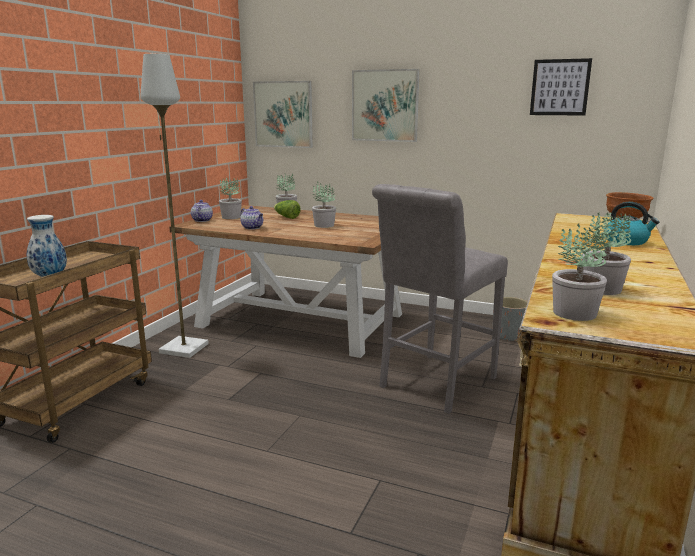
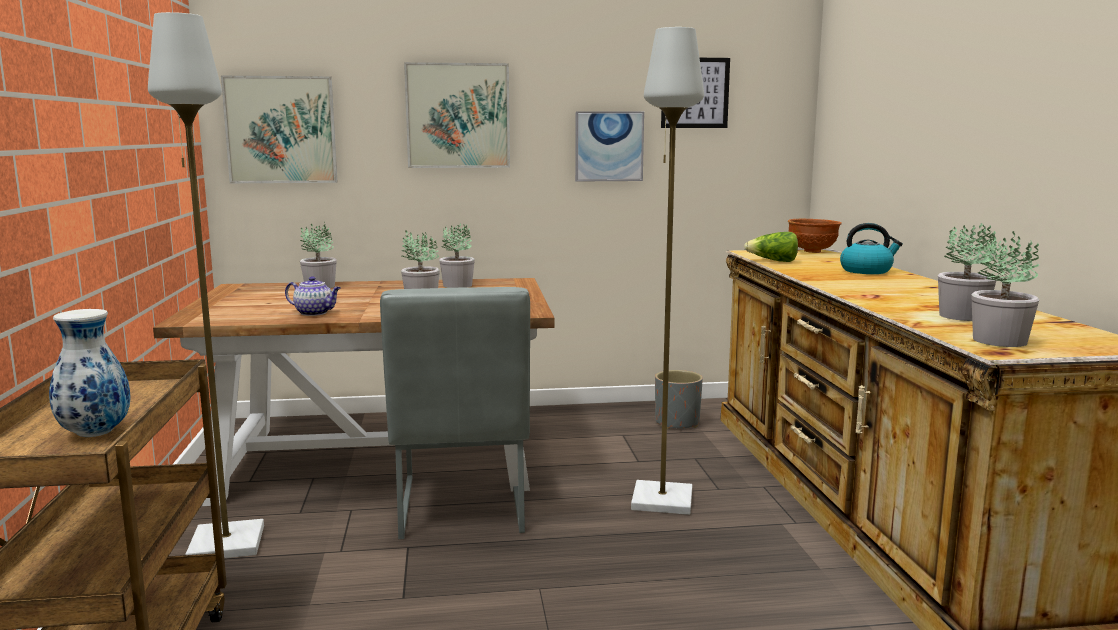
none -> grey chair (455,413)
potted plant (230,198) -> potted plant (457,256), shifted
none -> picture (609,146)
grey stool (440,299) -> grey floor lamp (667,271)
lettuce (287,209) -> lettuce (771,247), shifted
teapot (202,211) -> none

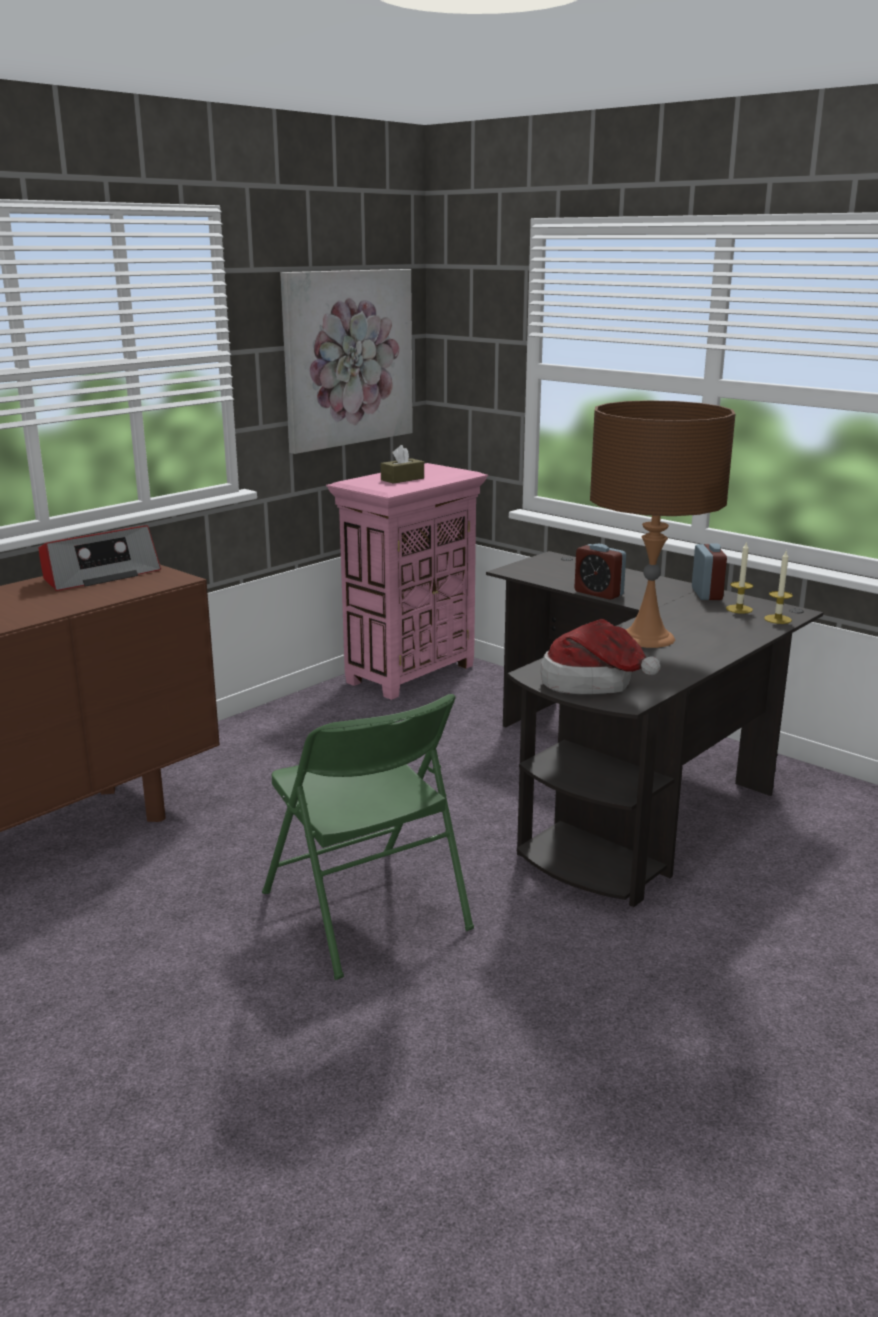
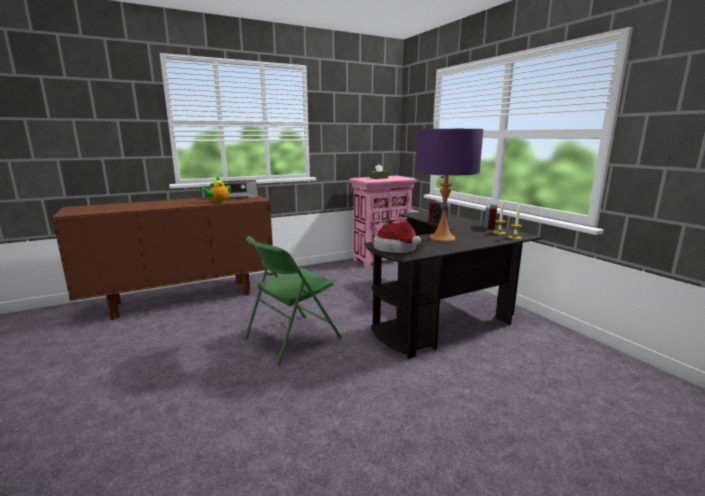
none -> teapot (215,189)
green chair (368,837) -> green chair (293,300), 60 degrees clockwise
brown table lamp (662,524) -> purple table lamp (449,185)
picture (346,361) -> none

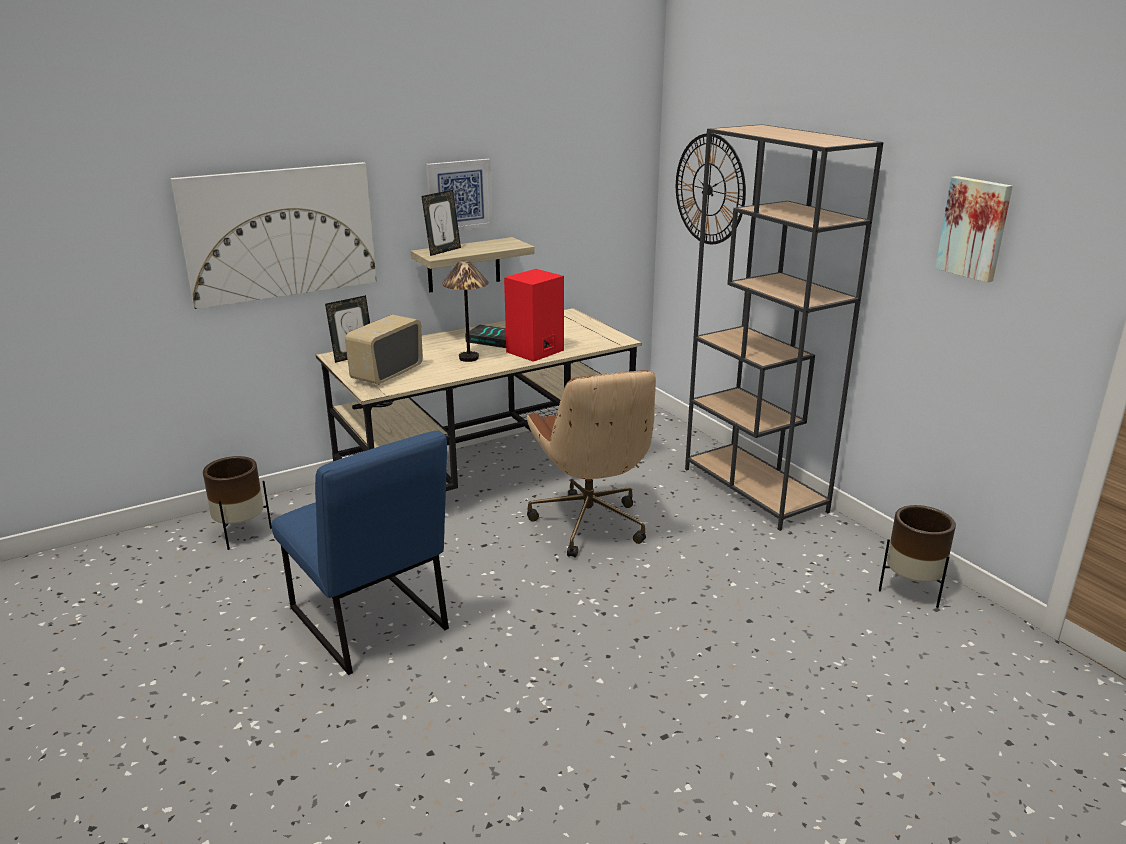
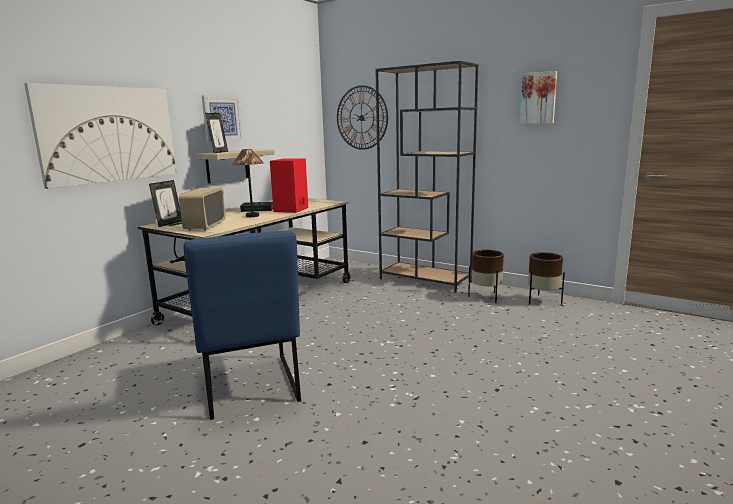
blue chair (360,553) -> blue chair (242,325), 45 degrees clockwise
brown planter (237,503) -> brown planter (486,276), shifted
brown office chair (591,464) -> none

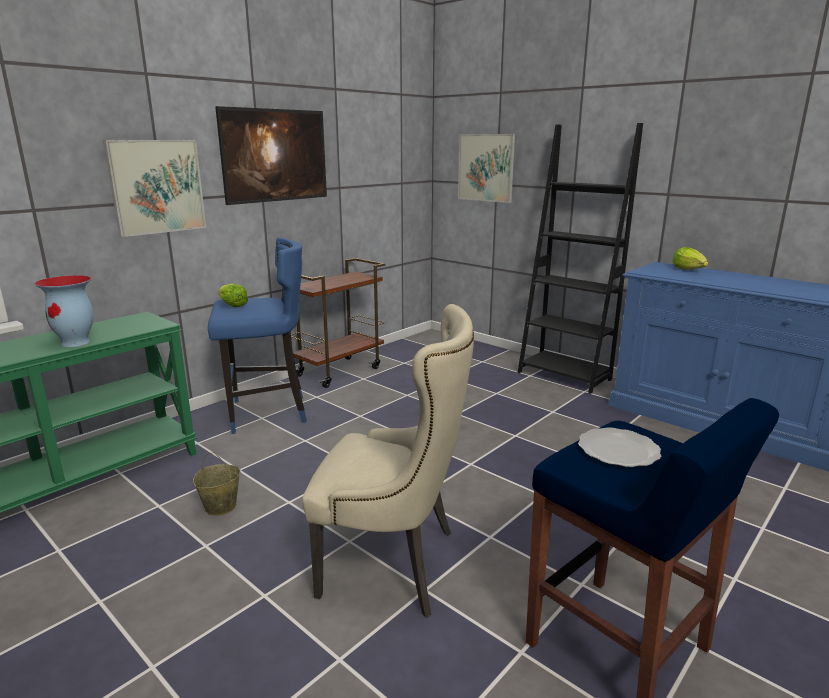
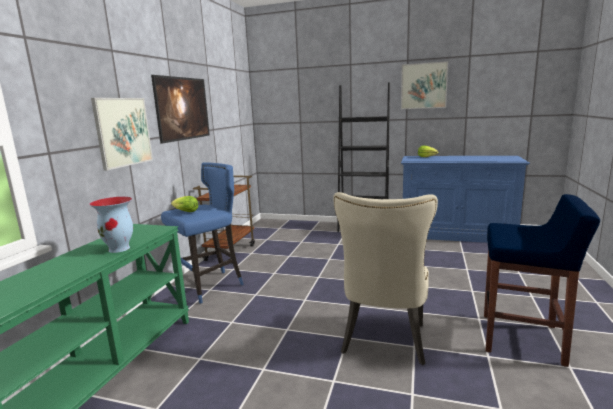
beige chair (388,461) -> beige chair (385,278), 120 degrees clockwise
picture (486,168) -> picture (424,85), shifted
beige bucket (216,484) -> none
plate (619,447) -> none

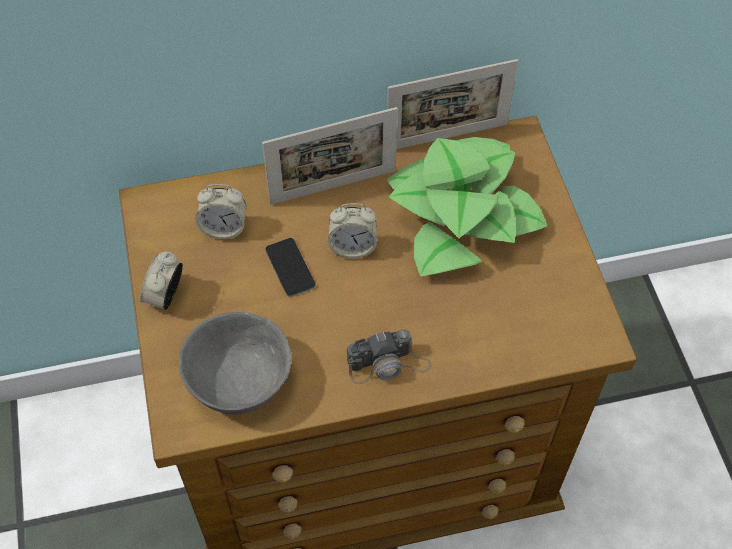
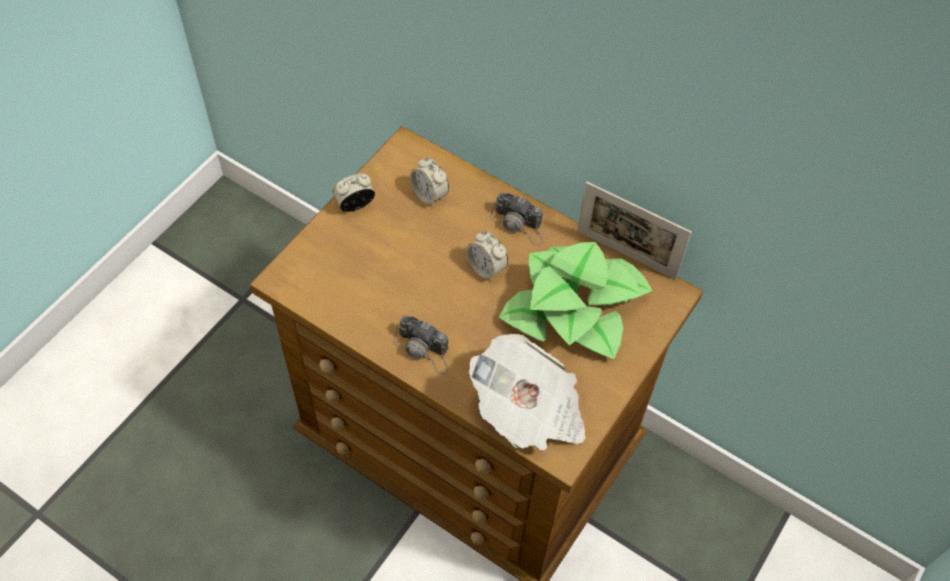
none -> newspaper (527,392)
picture frame (330,156) -> photo camera (516,219)
grey bowl (235,363) -> none
phone (290,267) -> none

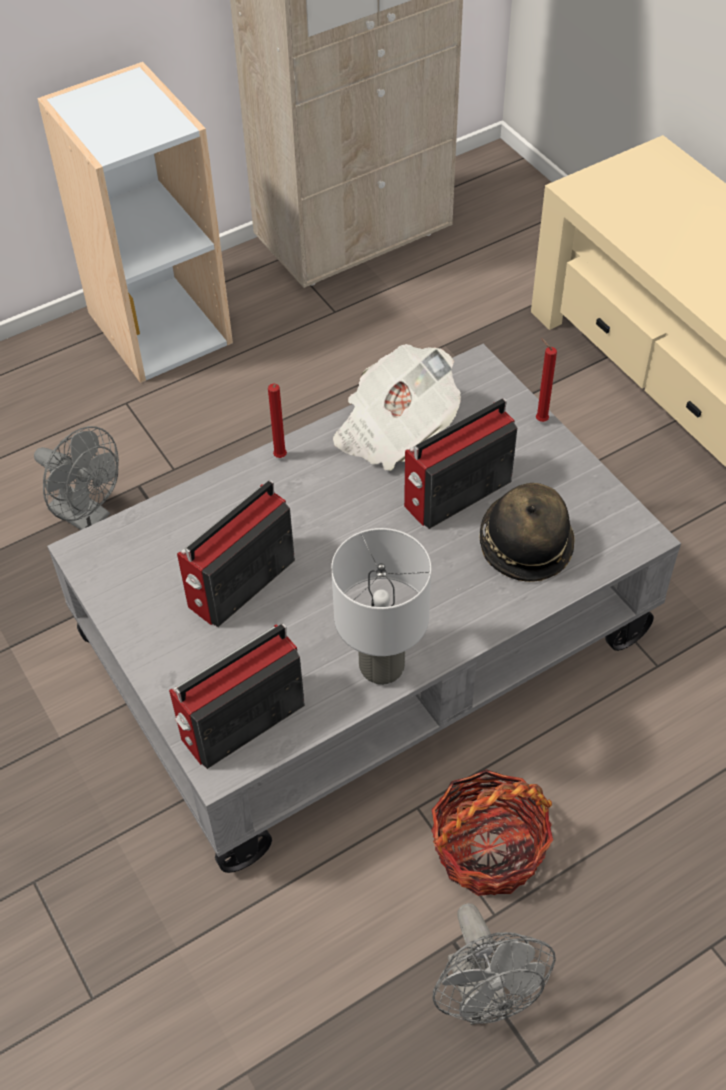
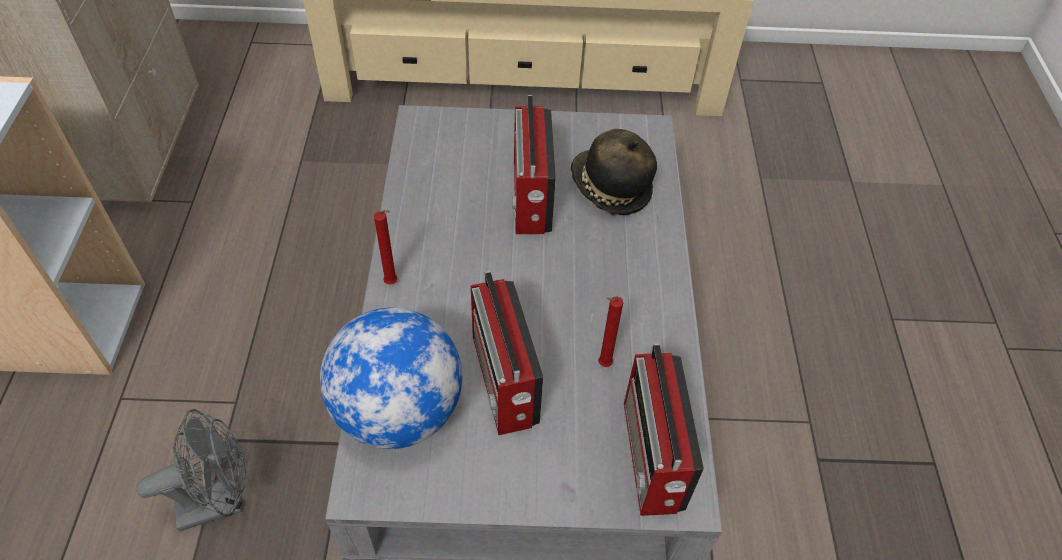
none -> globe (391,378)
red candle (546,380) -> red candle (610,332), shifted
white table lamp (381,606) -> none
newspaper (397,407) -> none
basket (492,833) -> none
grey fan (494,964) -> none

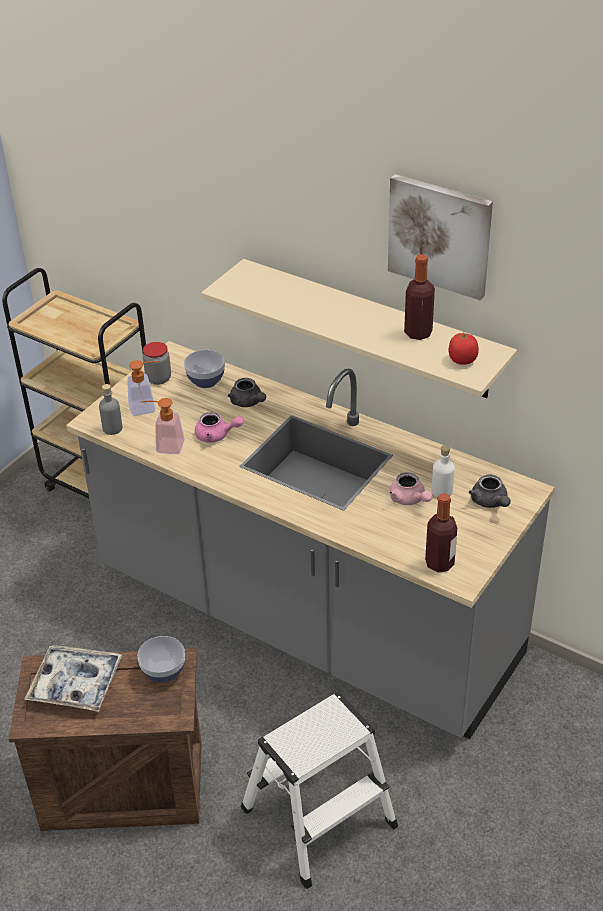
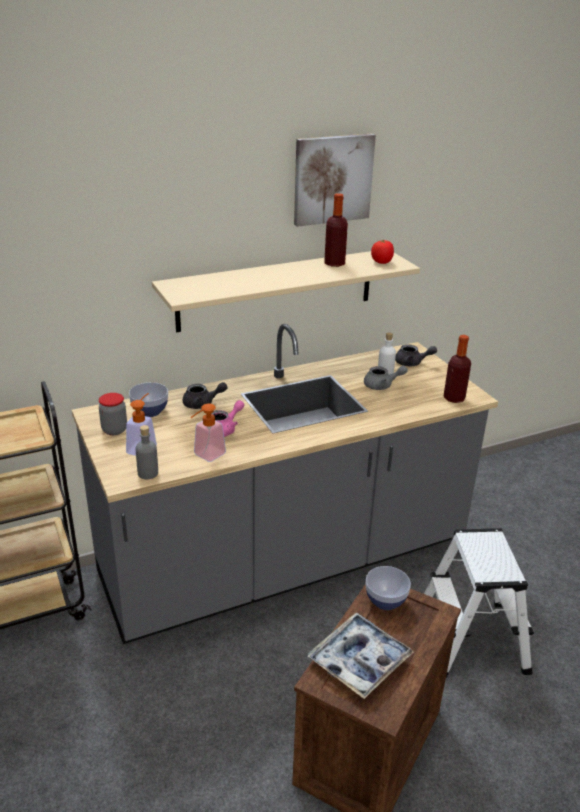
pink teapot (411,488) -> grey teapot (386,378)

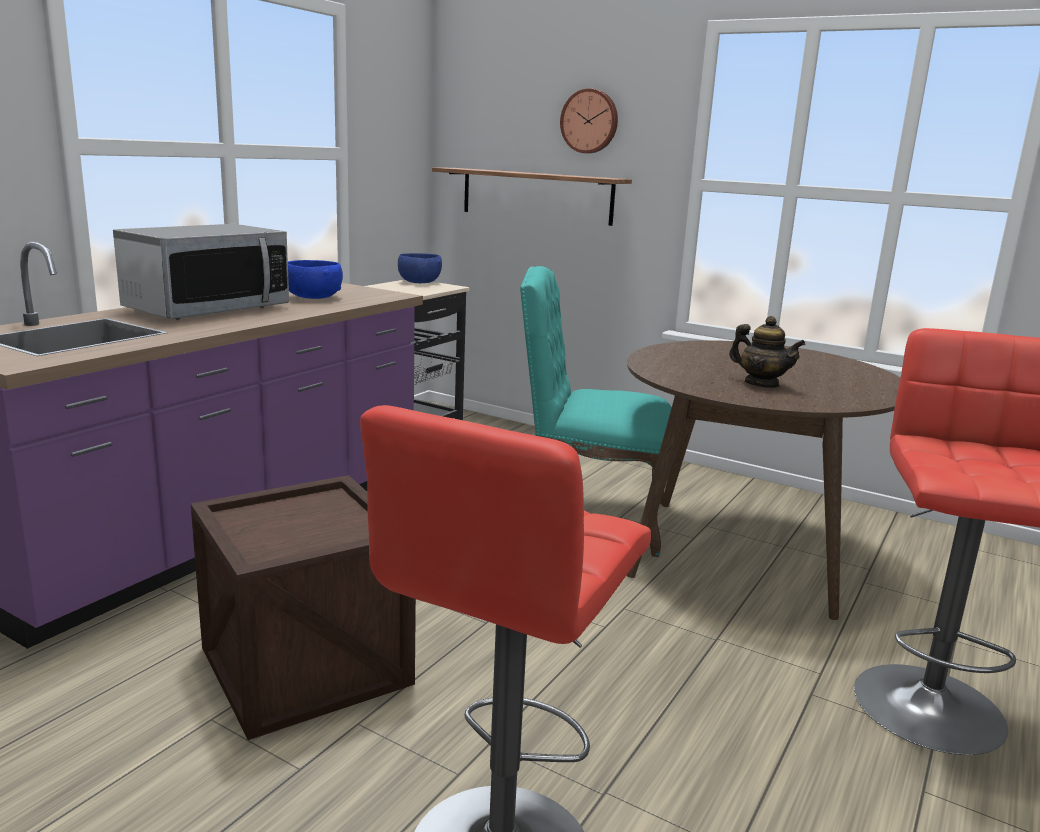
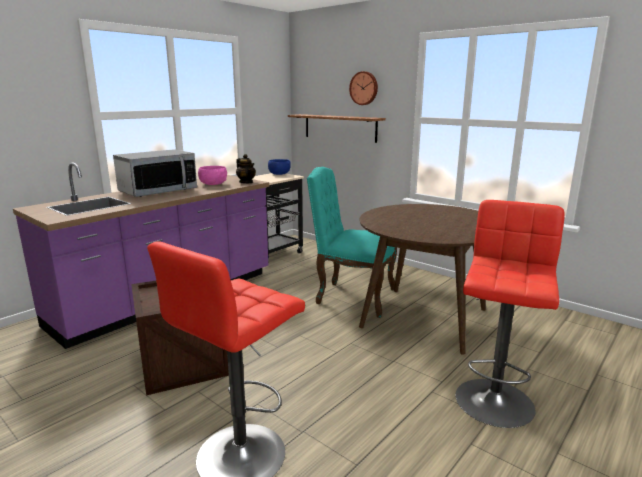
blue bowl (315,279) -> pink bowl (212,175)
teapot (767,352) -> teapot (246,168), shifted

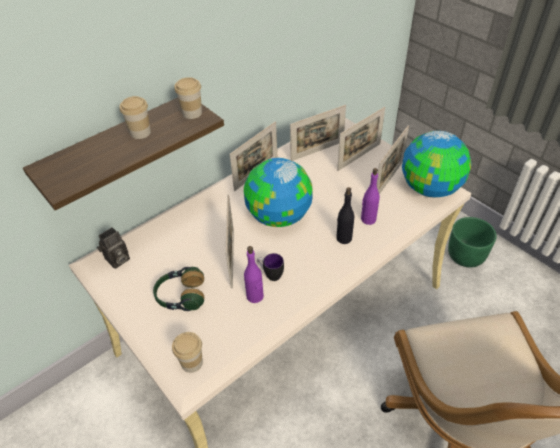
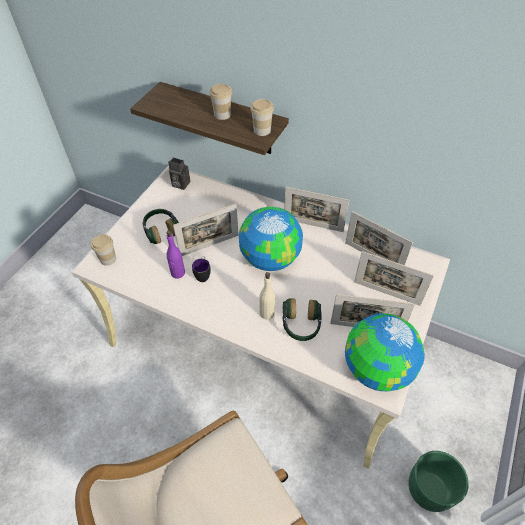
black bottle (345,215) -> beige bottle (267,296)
purple bottle (370,196) -> headphones (302,319)

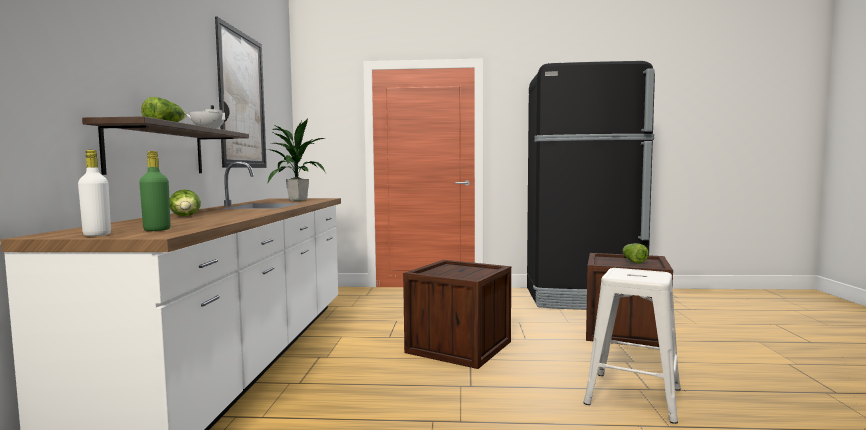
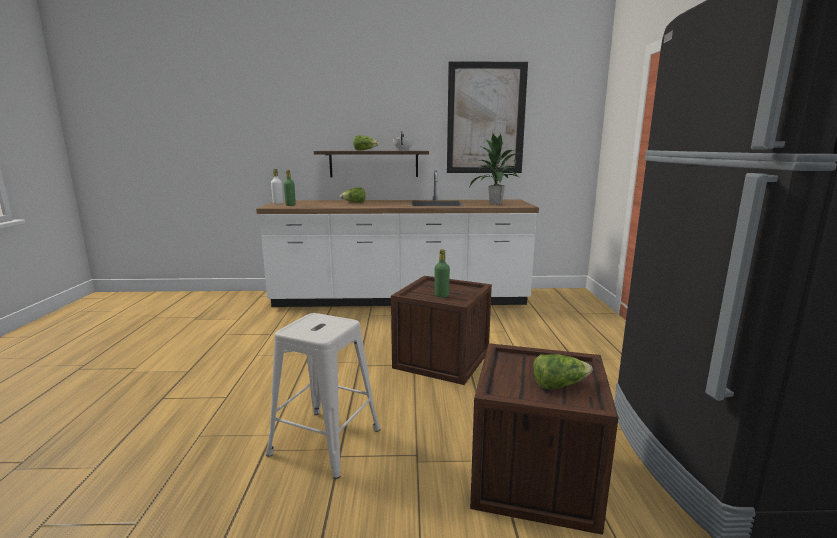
none -> green bottle (442,274)

